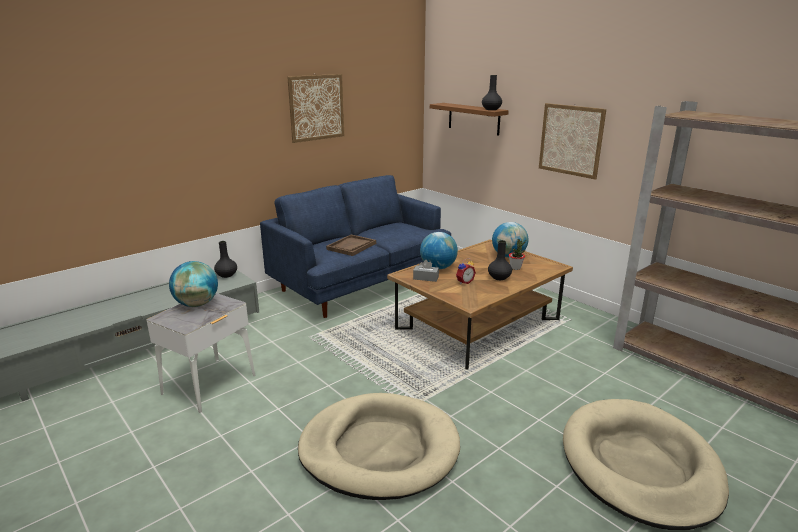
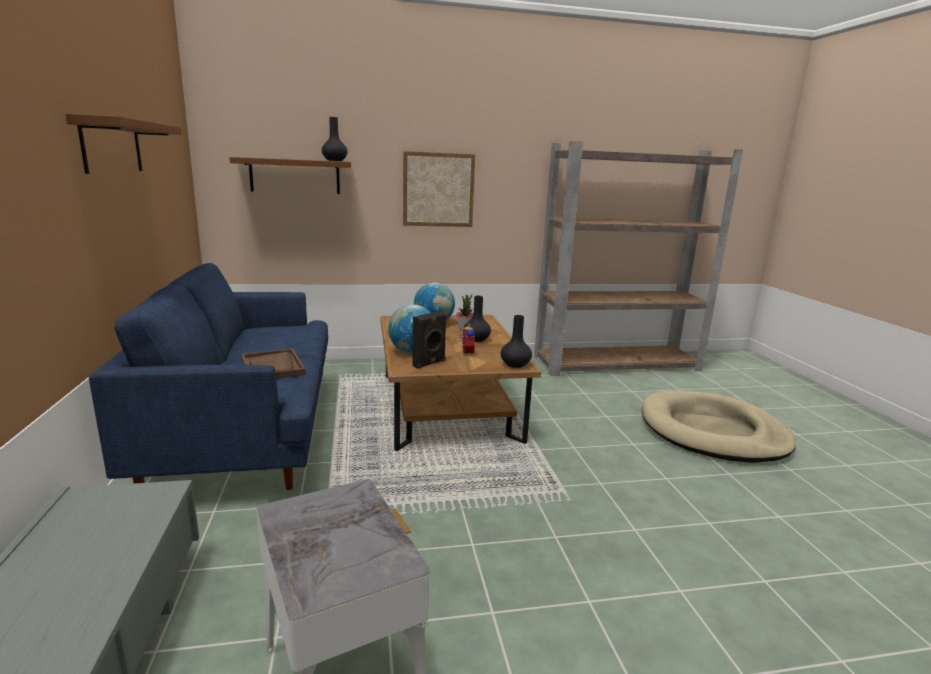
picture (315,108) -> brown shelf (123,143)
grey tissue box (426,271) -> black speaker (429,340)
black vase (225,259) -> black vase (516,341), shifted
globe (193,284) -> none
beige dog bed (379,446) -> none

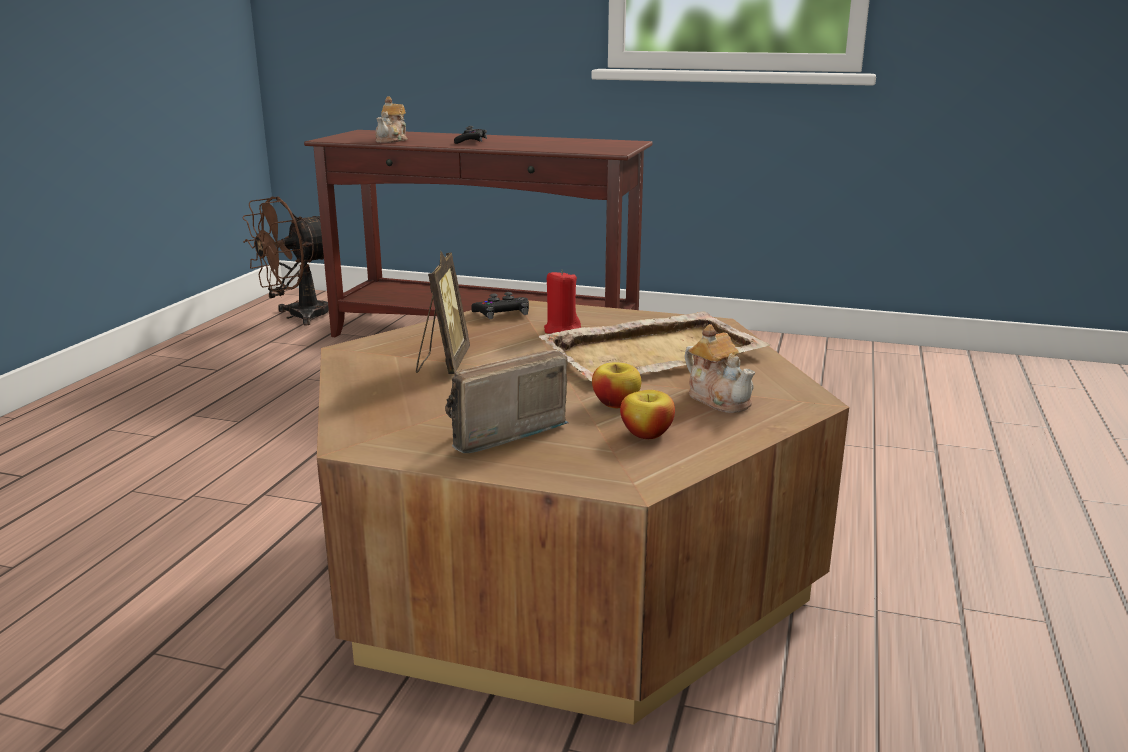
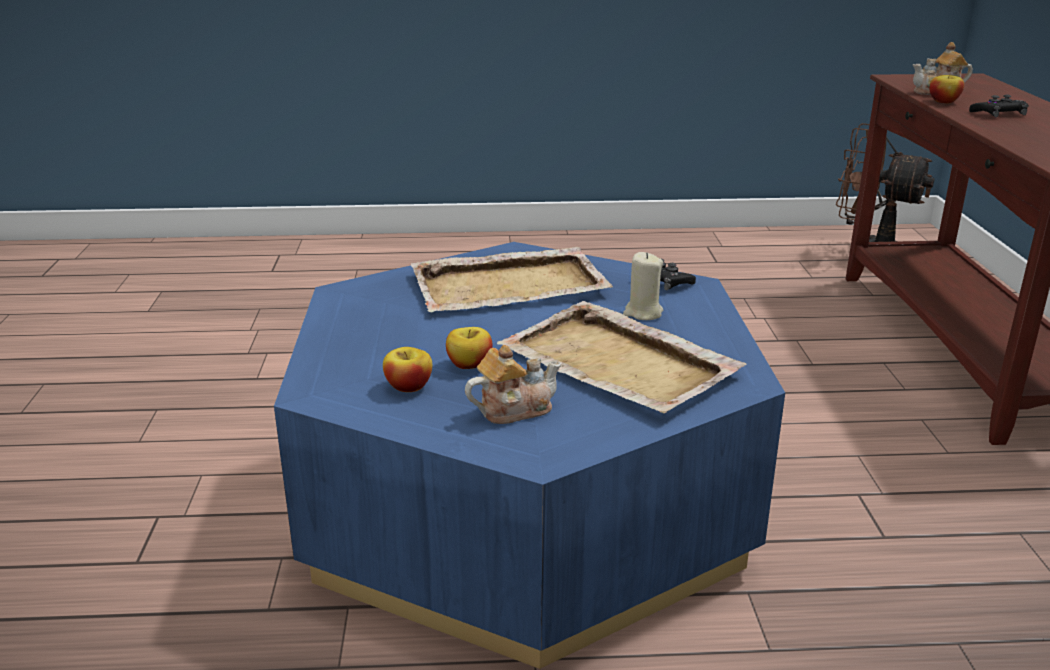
brown coffee table (583,512) -> blue coffee table (529,455)
picture frame (443,312) -> beige tray (511,279)
teapot (720,368) -> teapot (513,384), 150 degrees counterclockwise
red candle (562,301) -> beige candle (643,286)
none -> apple (946,89)
radio (506,401) -> none

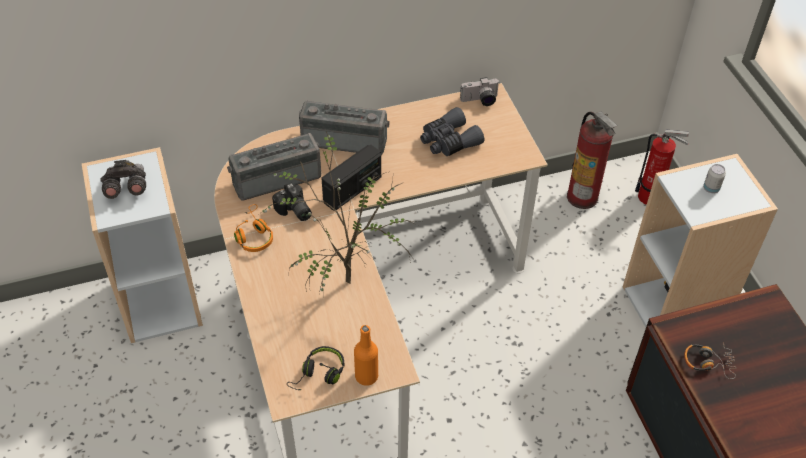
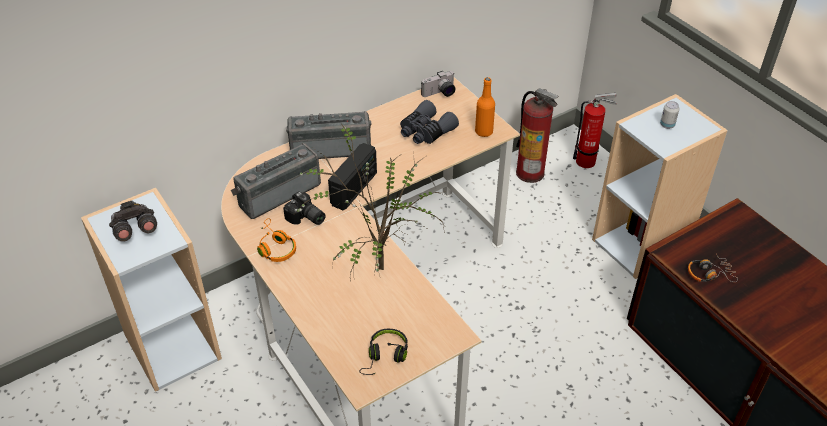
orange bottle (366,355) -> orange bottle (485,107), shifted

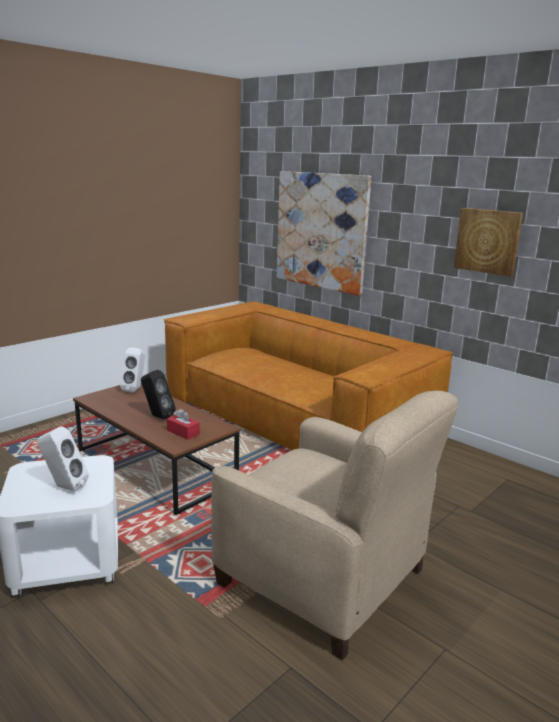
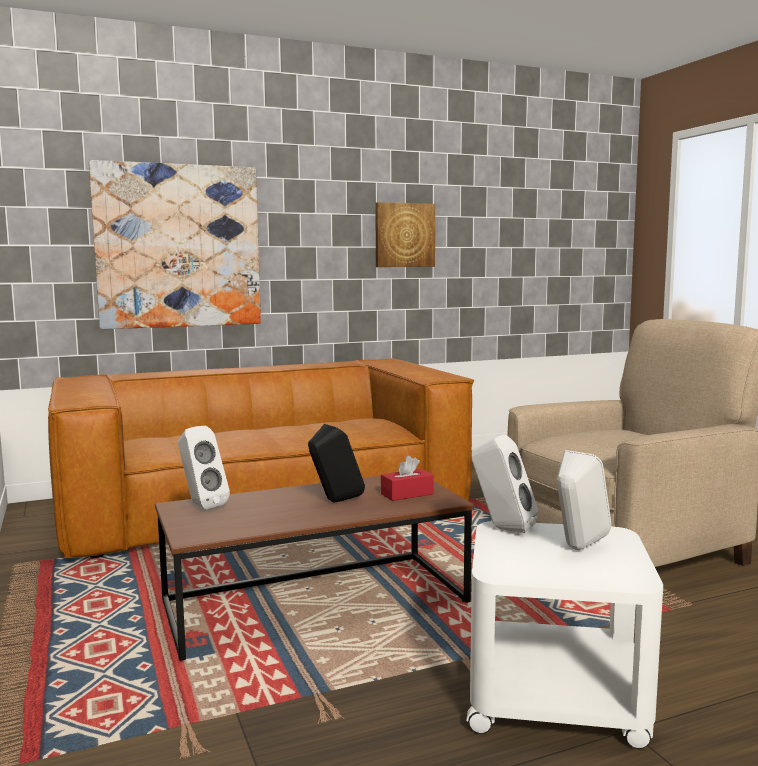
none -> white speaker (505,484)

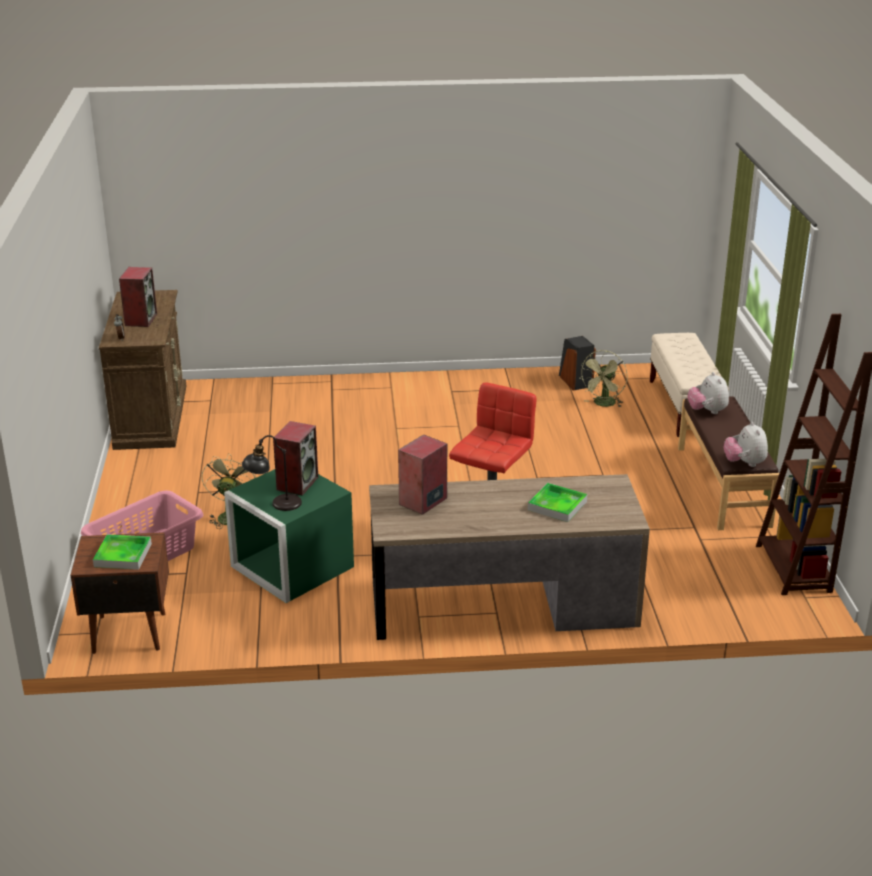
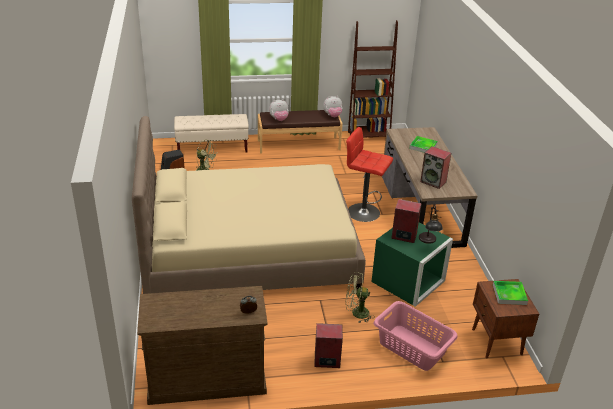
none -> beige bed (249,205)
speaker (138,297) -> speaker (328,345), shifted

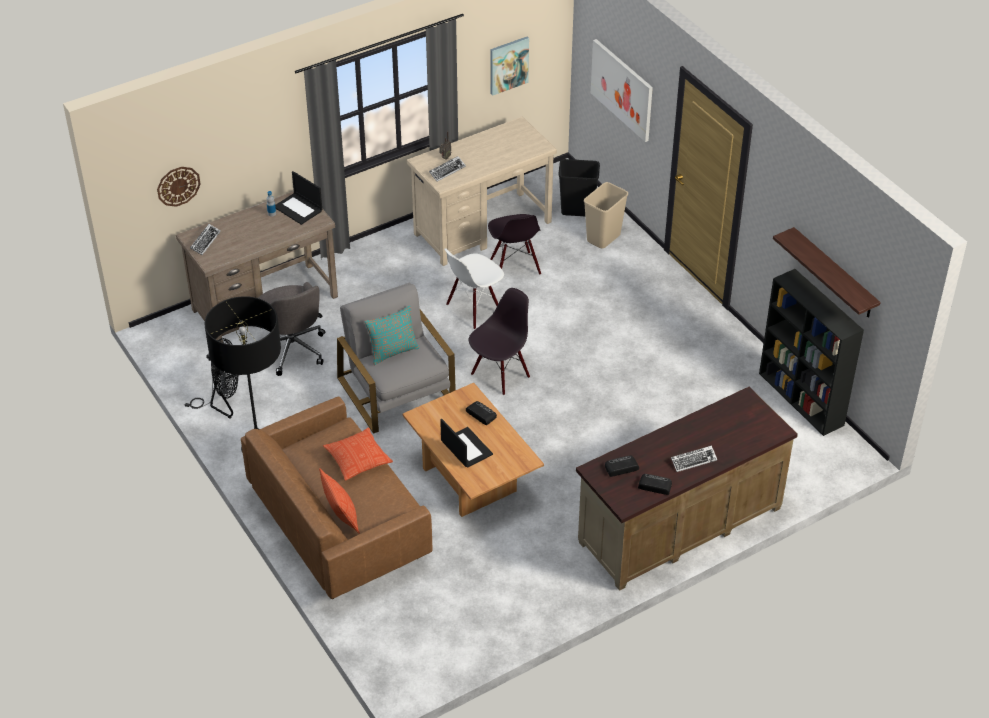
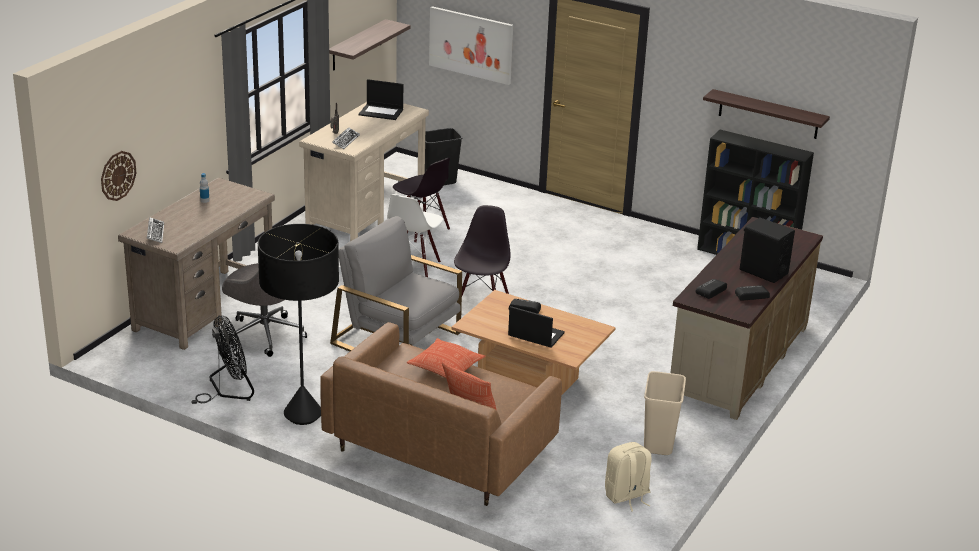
picture (509,66) -> shelf (370,45)
laptop (298,198) -> laptop (381,99), shifted
none -> beige backpack (628,477)
beige trash can (606,215) -> beige trash can (665,413), shifted
keyboard (694,458) -> black speaker (767,250)
turquoise pillow (392,335) -> none

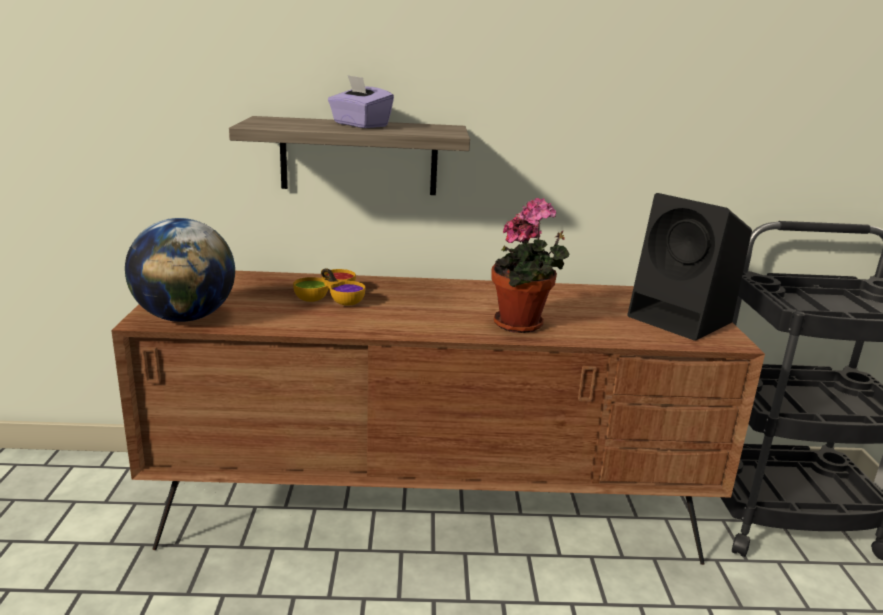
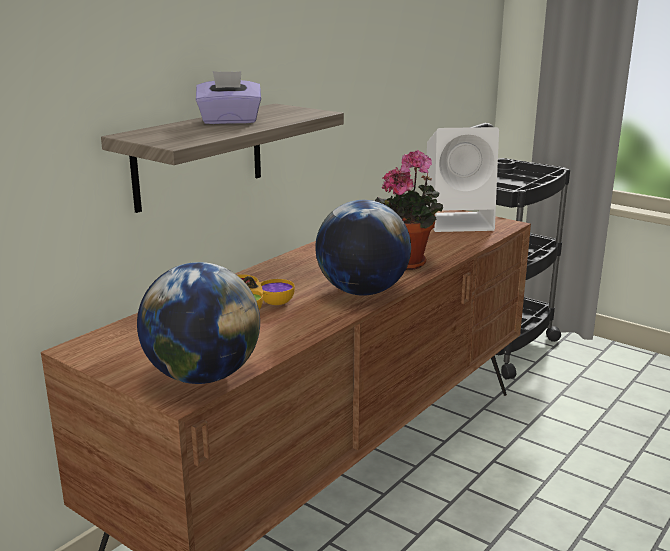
none -> globe (363,248)
black speaker (689,267) -> white speaker (462,179)

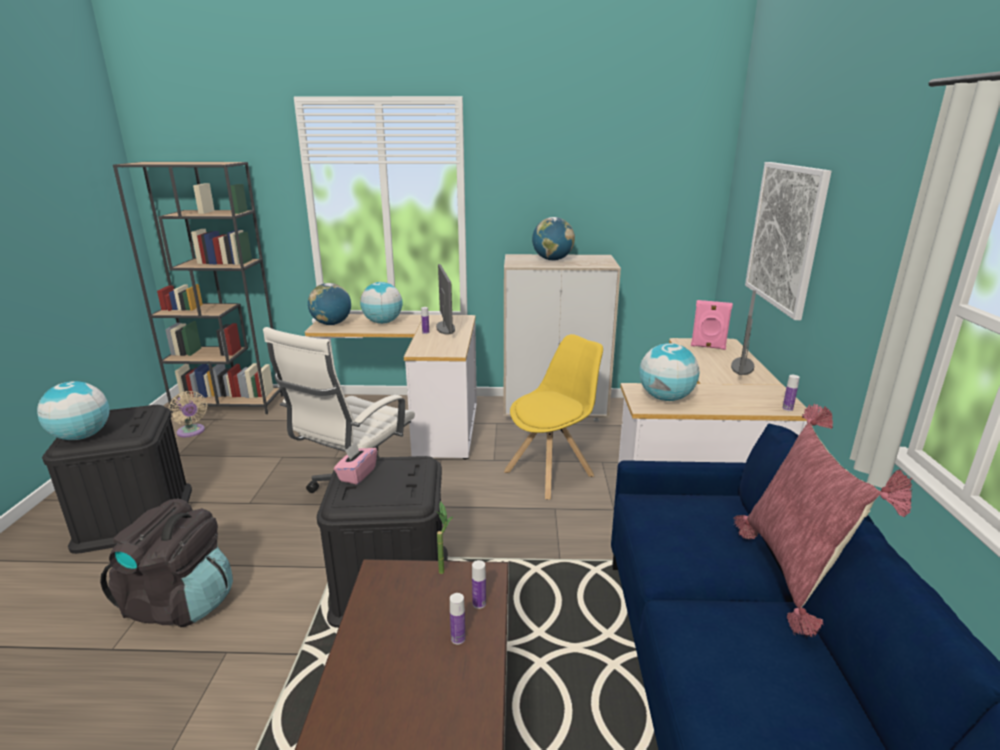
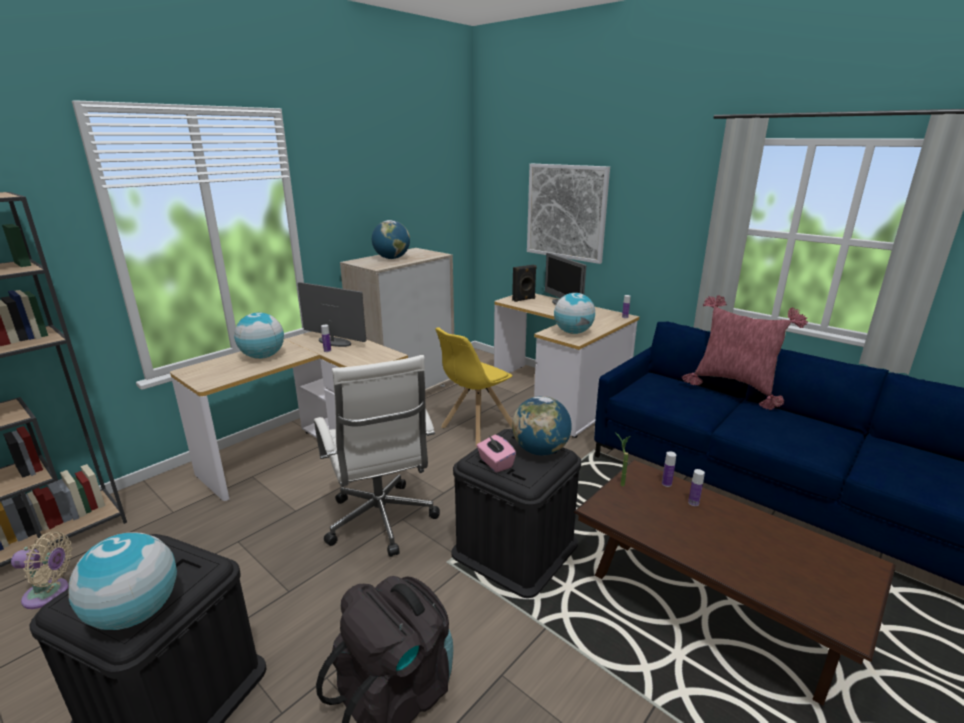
yellow chair (553,417) -> yellow chair (474,387), 135 degrees counterclockwise
pink speaker (712,325) -> black speaker (524,283)
globe (329,304) -> globe (542,426), shifted

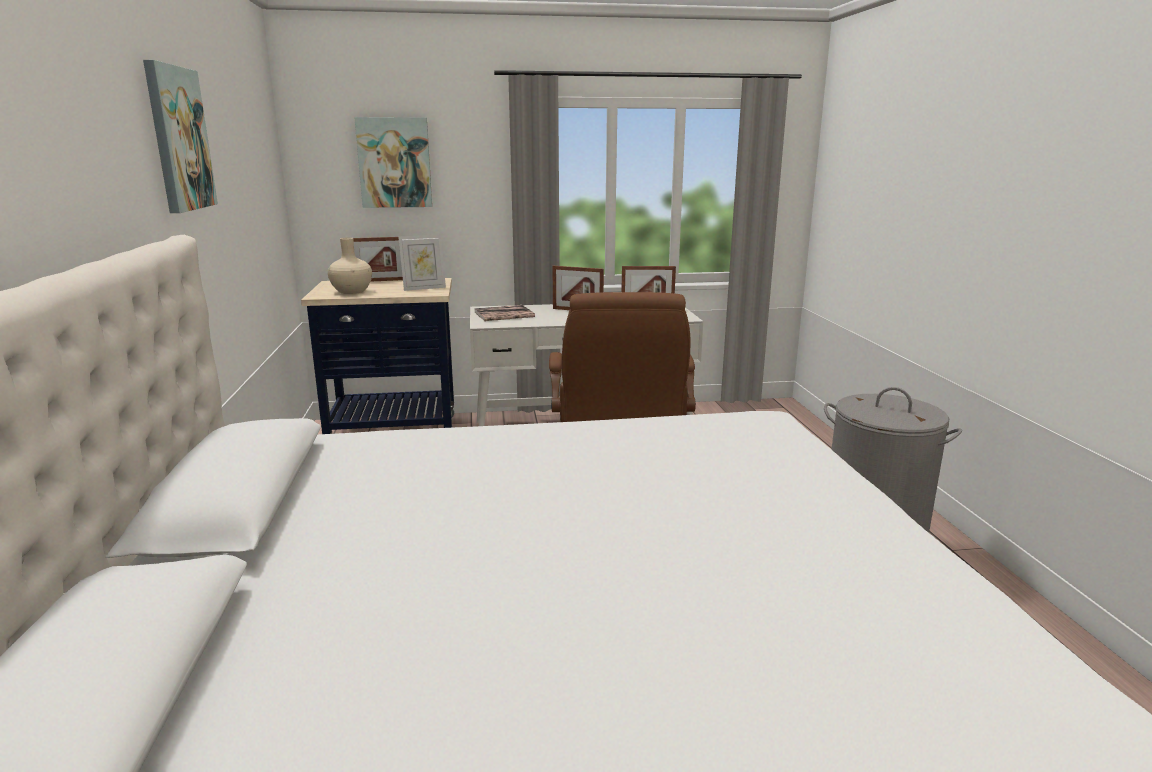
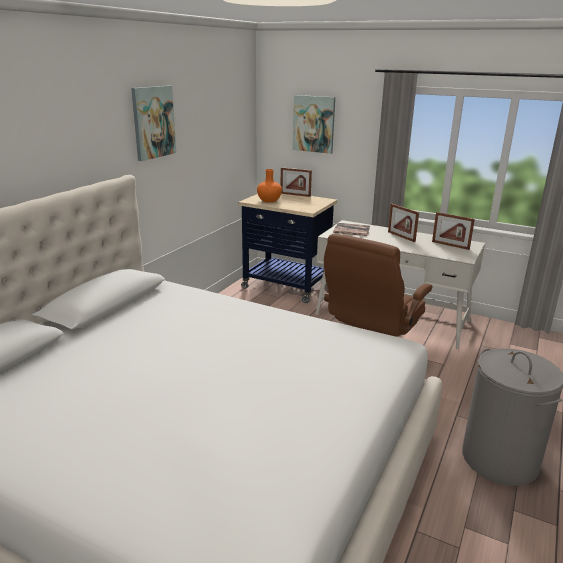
beige vase (350,265) -> orange vase (269,186)
picture frame (422,263) -> none

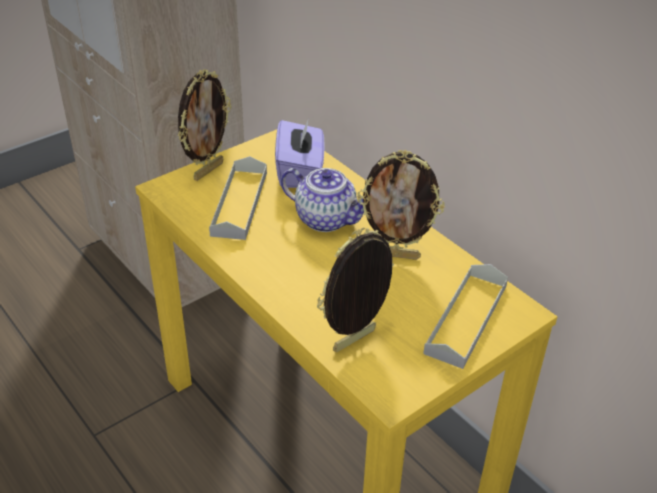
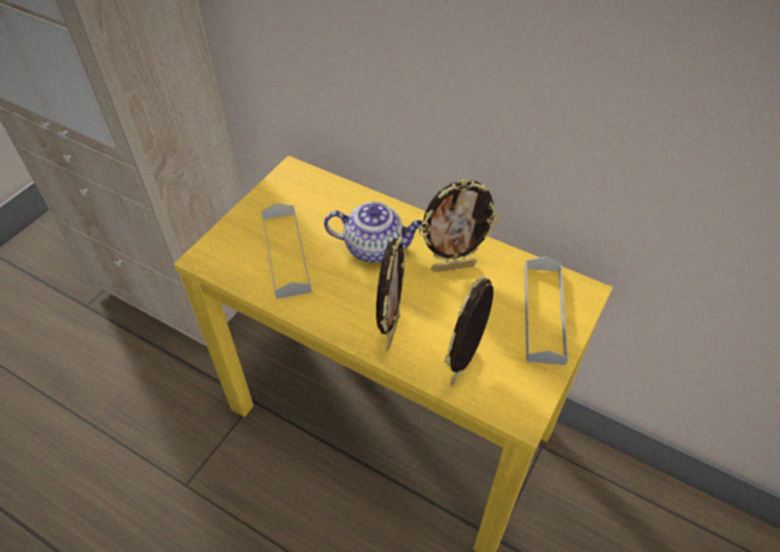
picture frame (204,125) -> picture frame (391,293), shifted
purple tissue box (300,152) -> none

